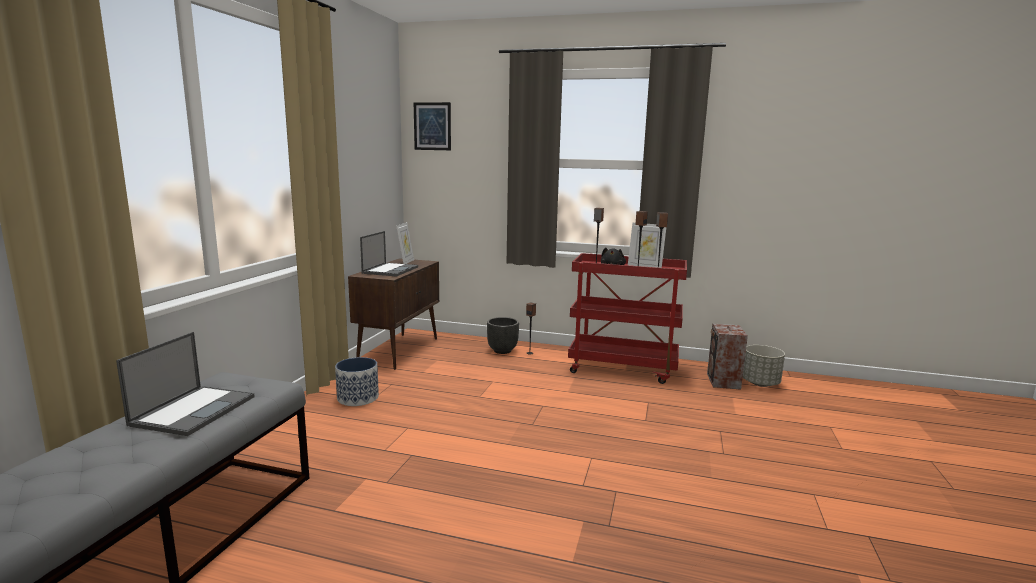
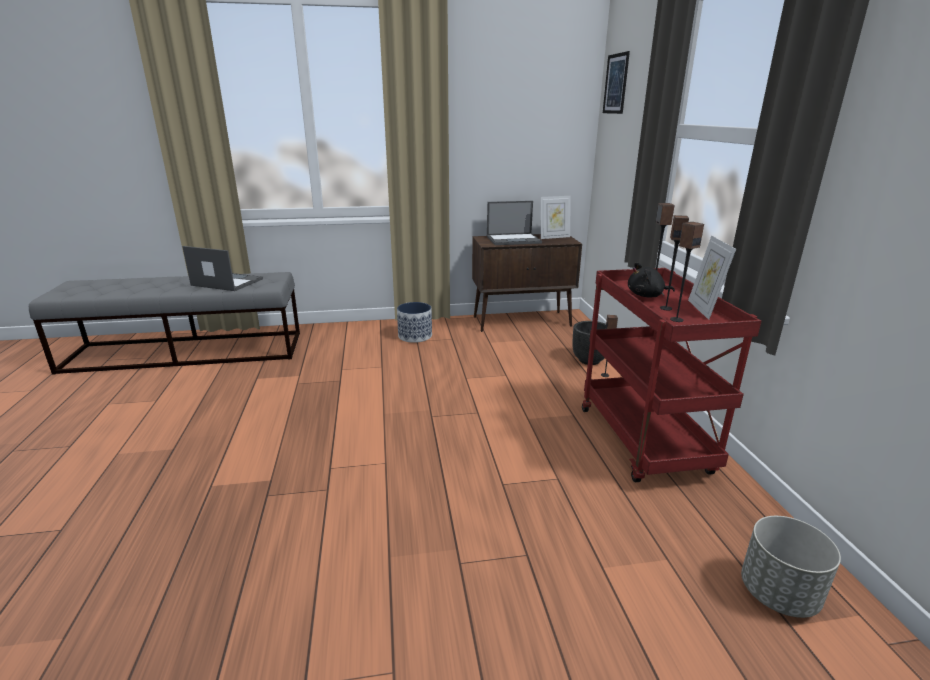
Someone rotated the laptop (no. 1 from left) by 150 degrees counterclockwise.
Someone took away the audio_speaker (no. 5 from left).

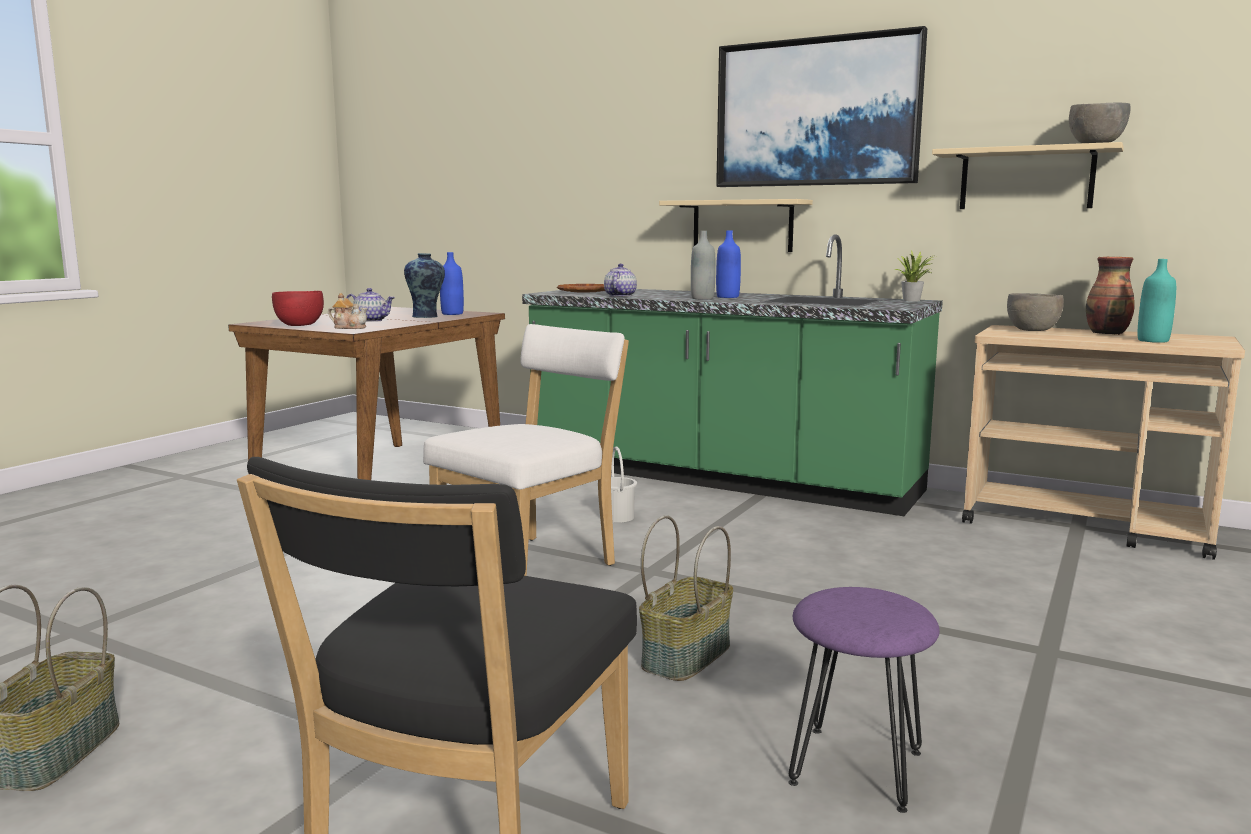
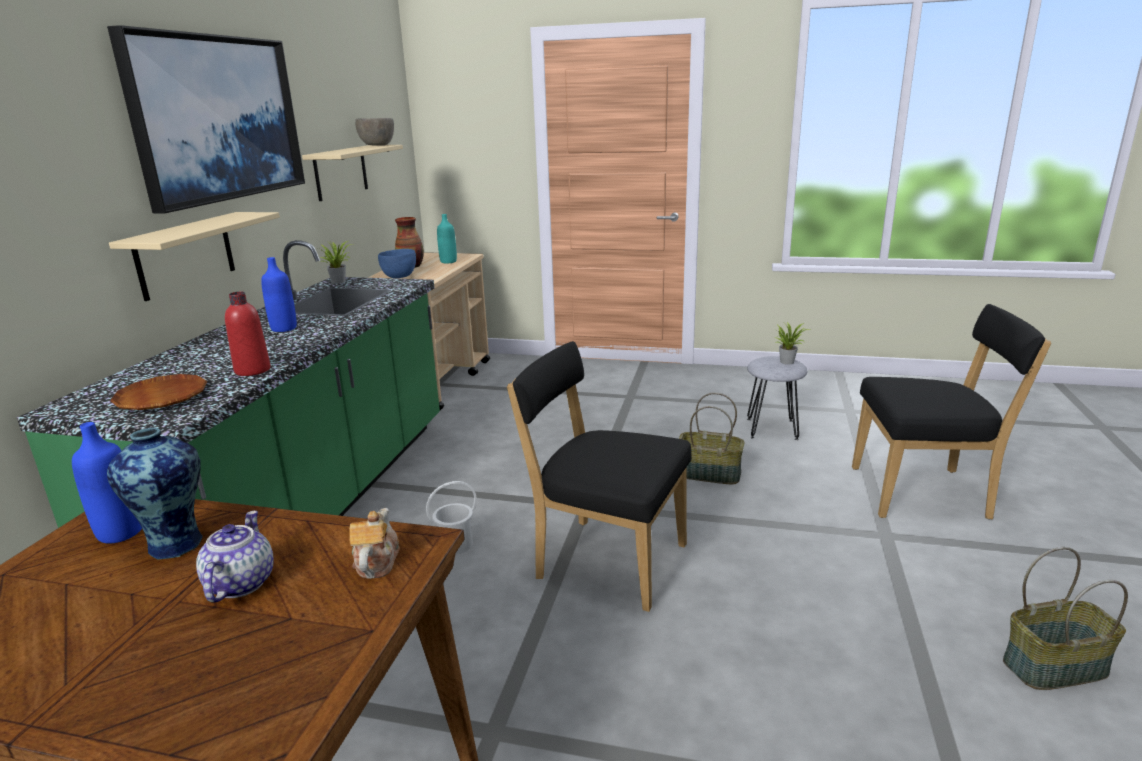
Someone swapped the tea_pot (no. 3 from left) for the red_beverage_bottle.
Someone repainted the greyish_bowl (no. 1 from left), which became the bluish_bowl.
Someone repainted the white-coloured_upright_chair, which became the blackish_upright_chair (no. 1 from left).
Someone repainted the purplish_sitting_stool, which became the greyish_sitting_stool.
Someone put down the plant_in_a_pot (no. 2 from left).
Someone took away the red_bowl.
Someone took away the greyish_beverage_bottle.

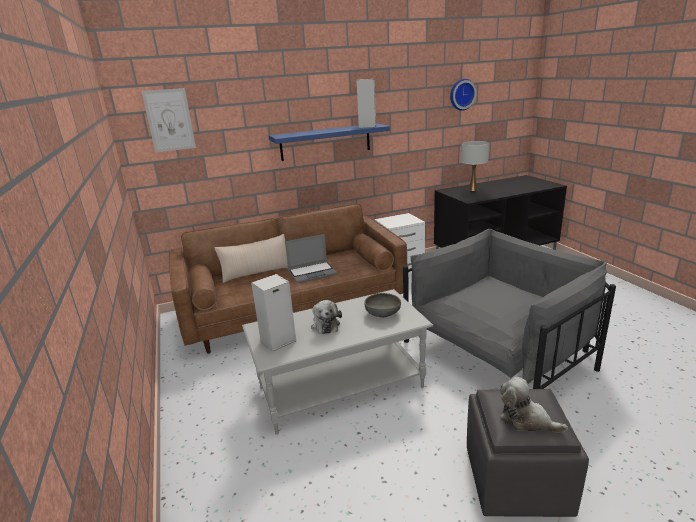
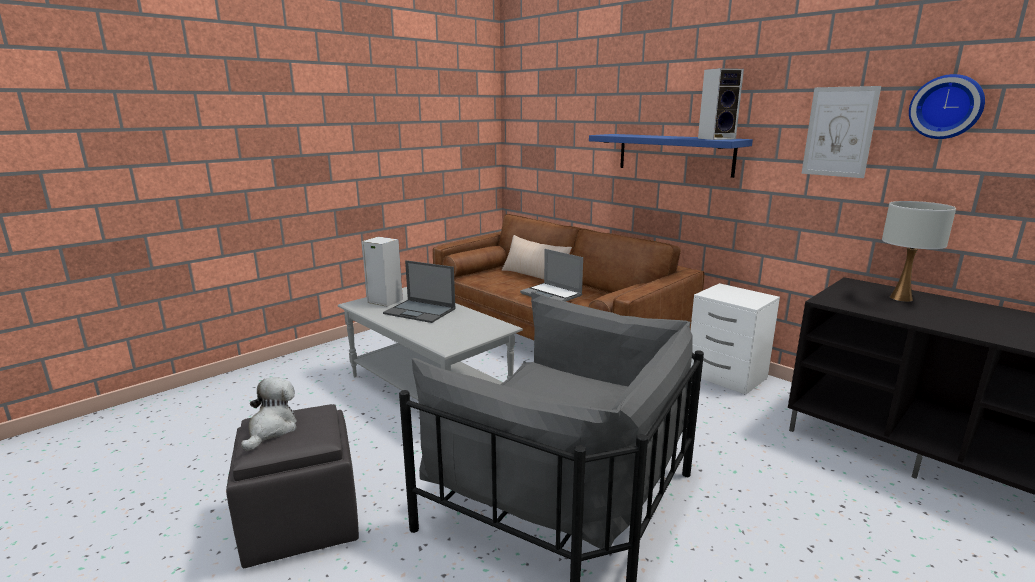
Someone swapped the soft_toy (no. 1 from left) for the laptop (no. 1 from left).
Someone carried the wall_art.
Someone took away the greyish_bowl.

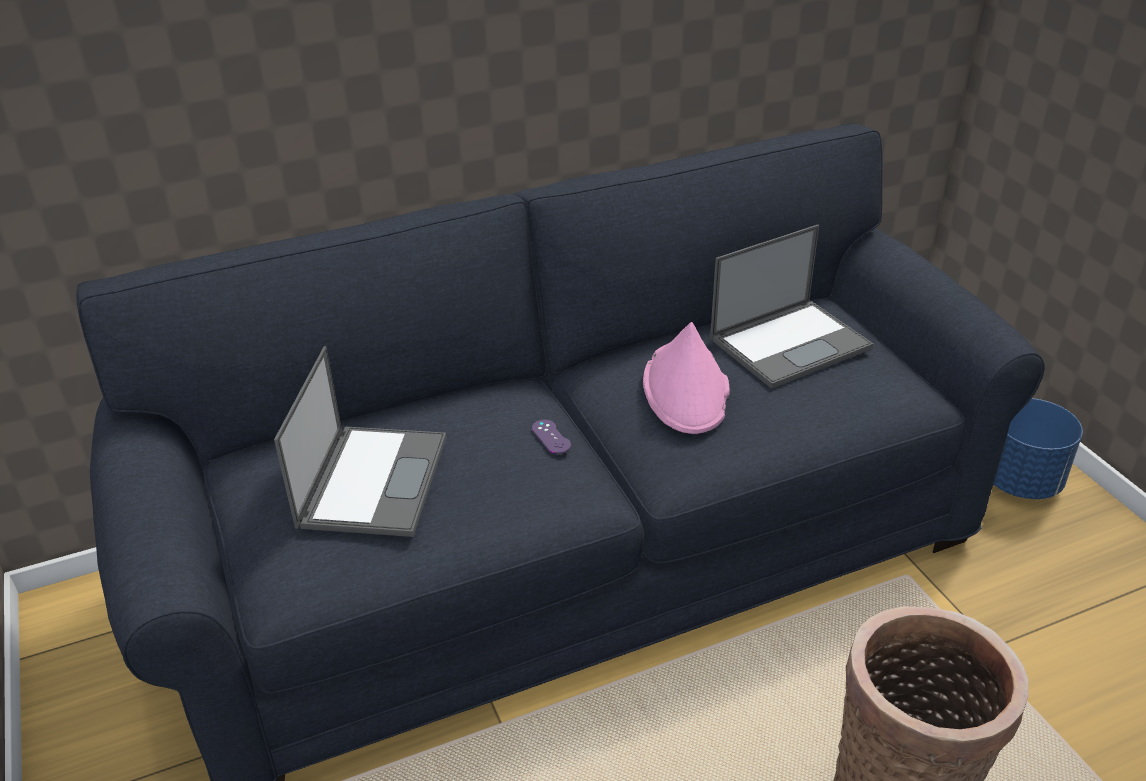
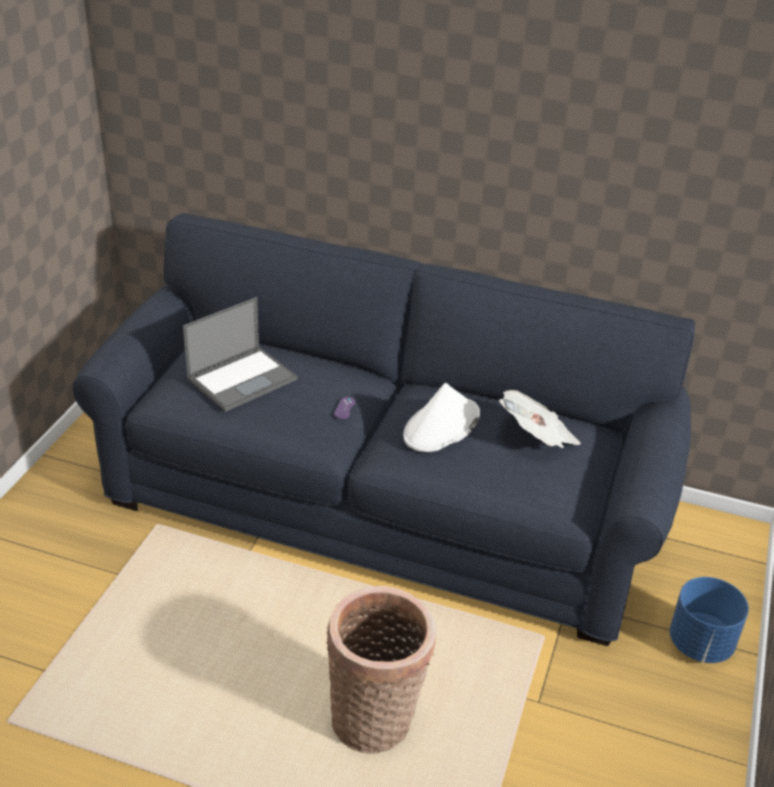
Someone repainted the pink_clothing_hat, which became the white-coloured_clothing_hat.
Someone swapped the laptop (no. 2 from left) for the newspaper.

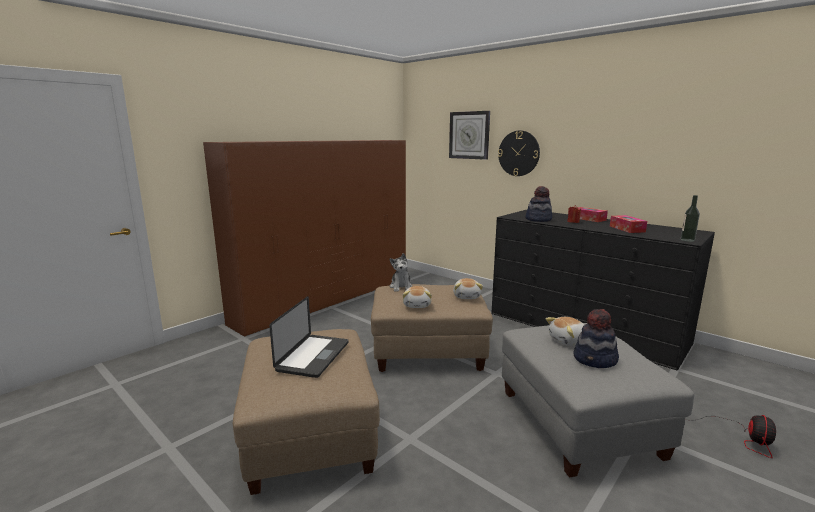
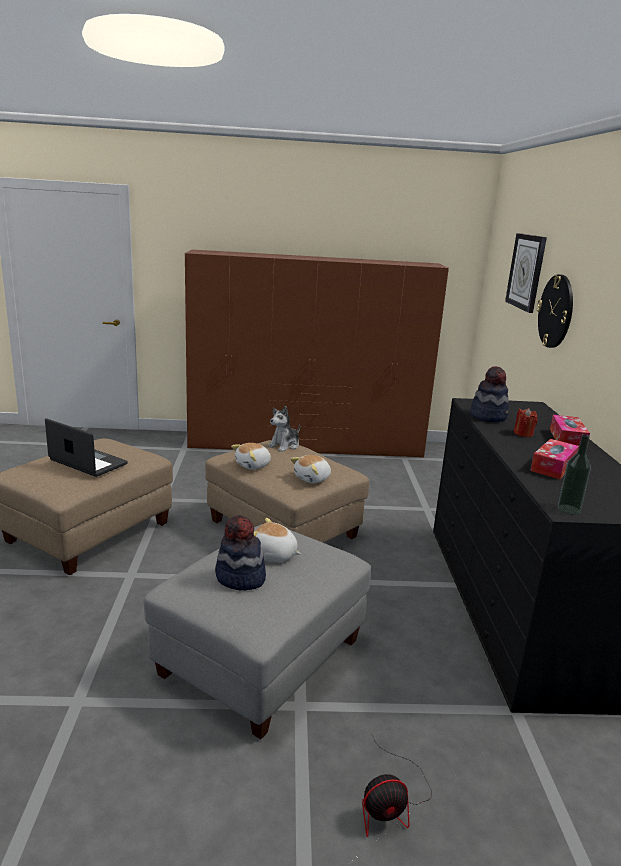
Someone rotated the laptop by 120 degrees counterclockwise.

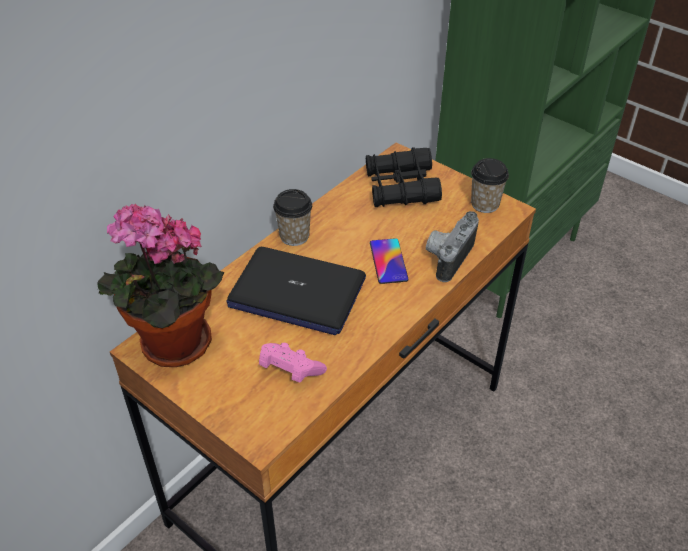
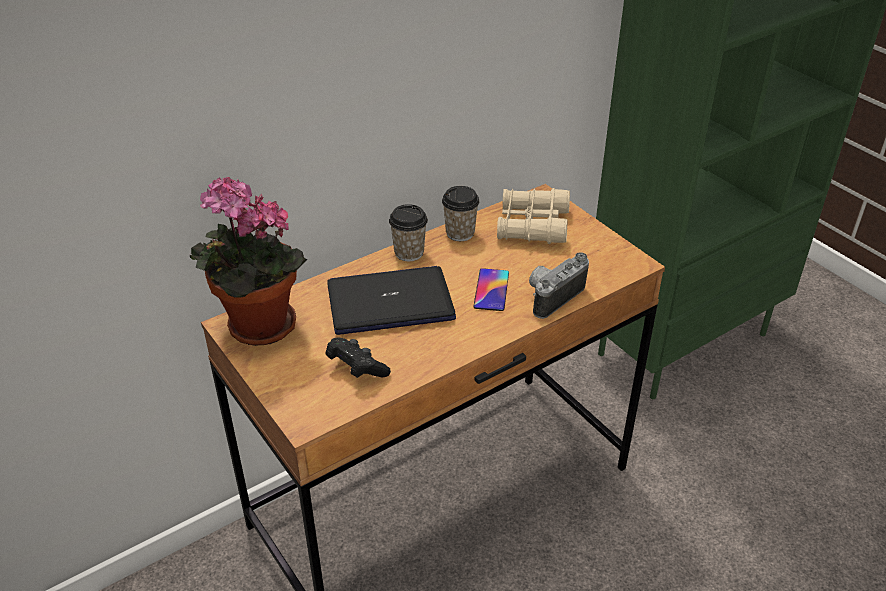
Someone repainted the pink_gamepad, which became the blackish_gamepad.
Someone rotated the laptop by 135 degrees clockwise.
Someone carried the small_cup (no. 2 from left).
Someone repainted the blackish_binoculars, which became the sand-coloured_binoculars.

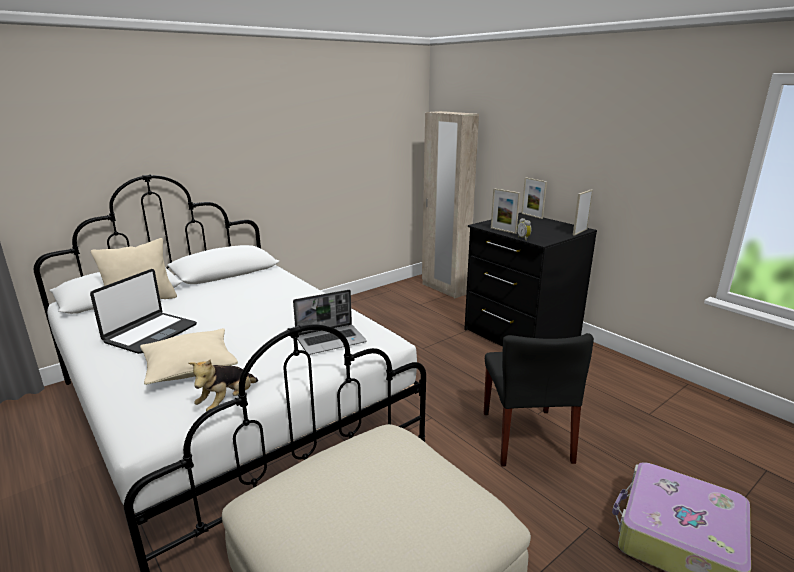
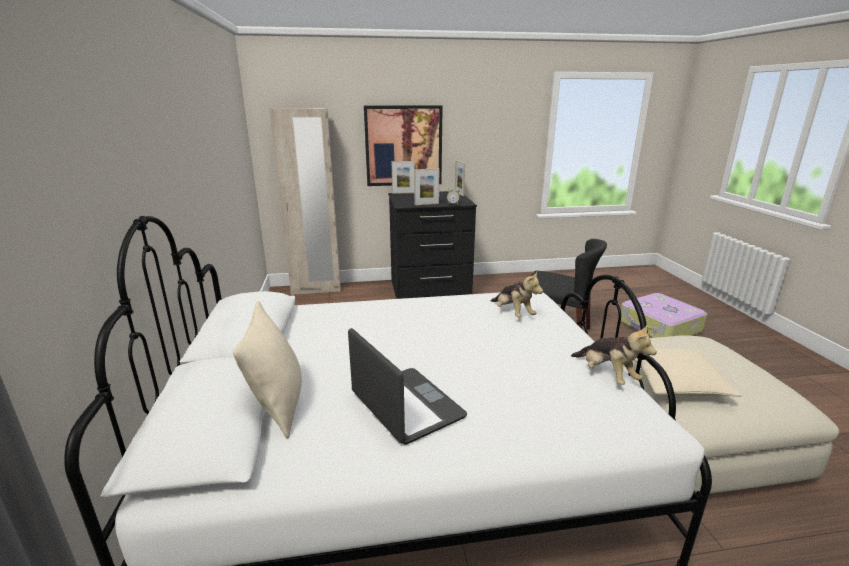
Someone put up the wall_art.
Someone swapped the laptop (no. 2 from left) for the soft_toy (no. 1 from left).
Someone carried the sand-coloured_throw_pillow (no. 2 from left).

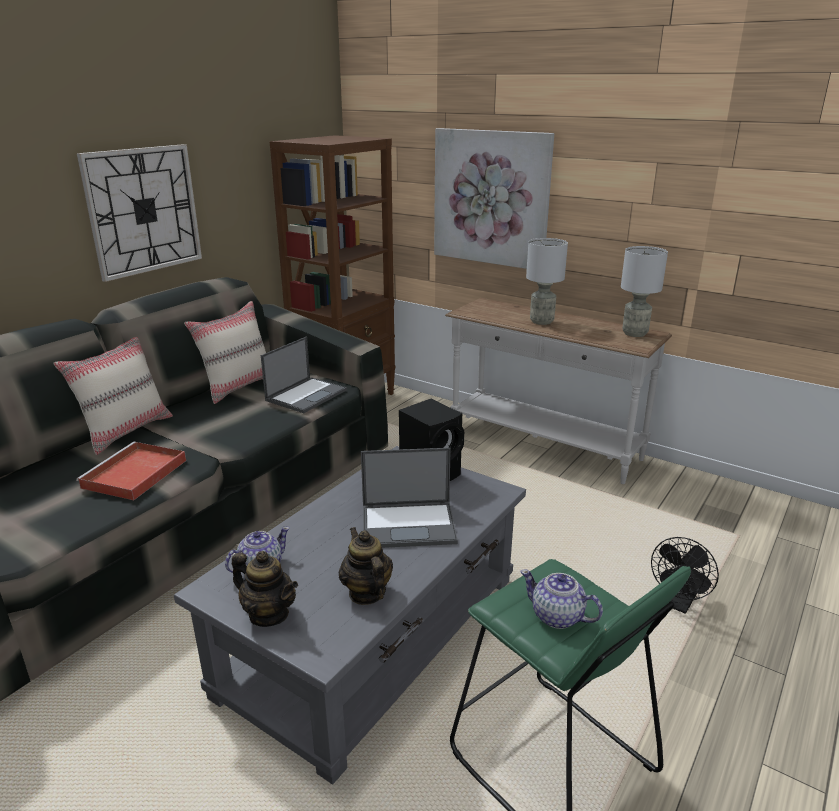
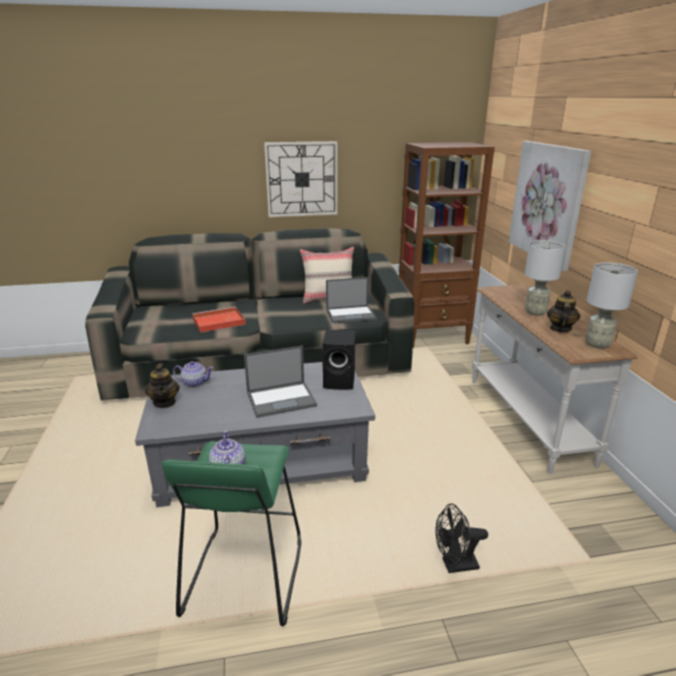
Someone rotated the laptop (no. 2 from left in the first image) by 60 degrees counterclockwise.
Someone carried the tea_pot (no. 3 from left in the first image).
Someone took away the sand-coloured_throw_pillow (no. 1 from left).

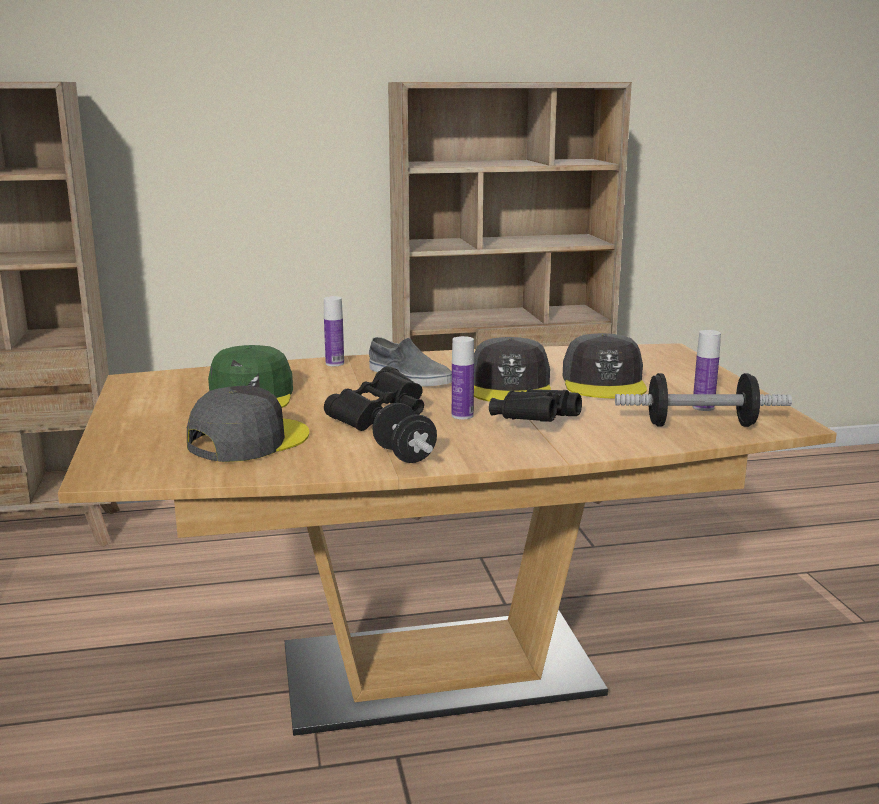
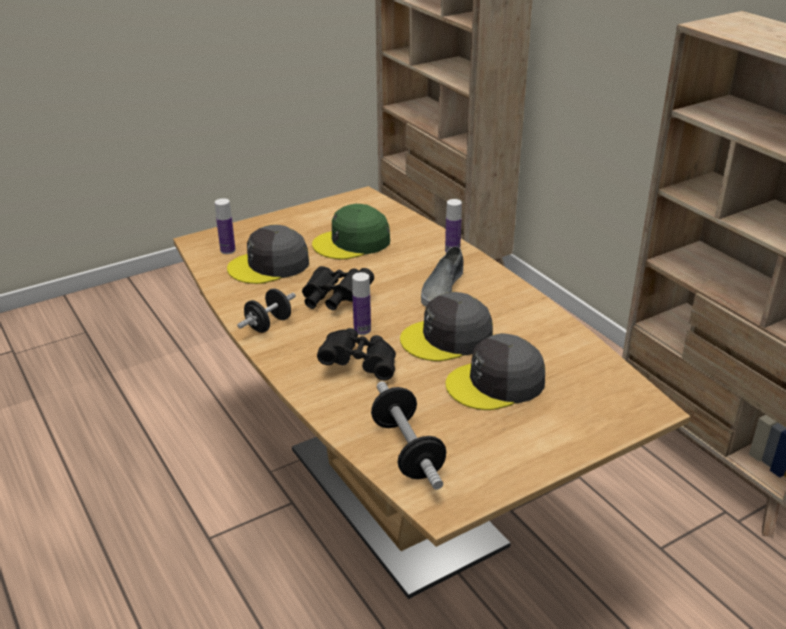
Someone carried the beverage_bottle (no. 3 from left in the first image).
Someone rotated the greyish_baseball_cap (no. 1 from left) by 135 degrees clockwise.

